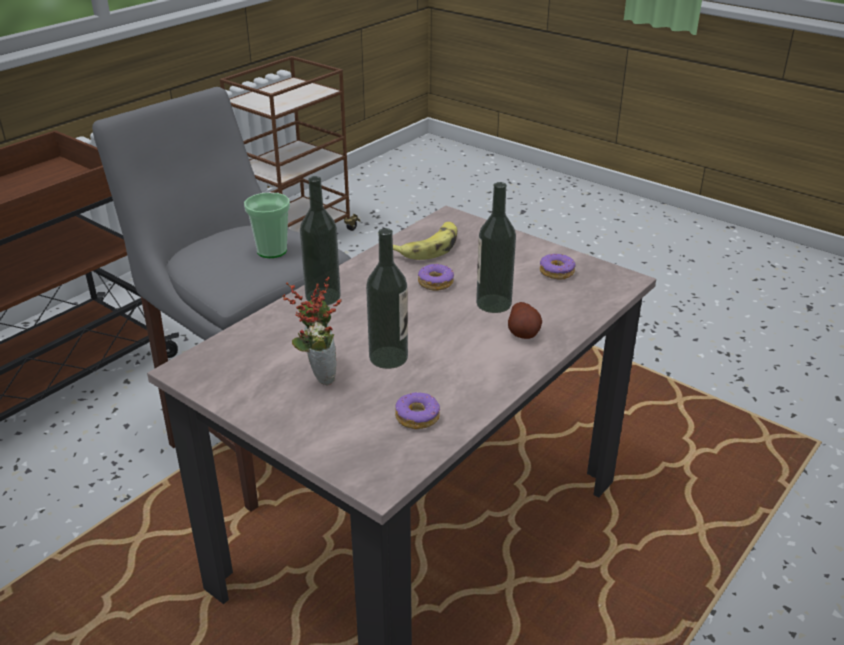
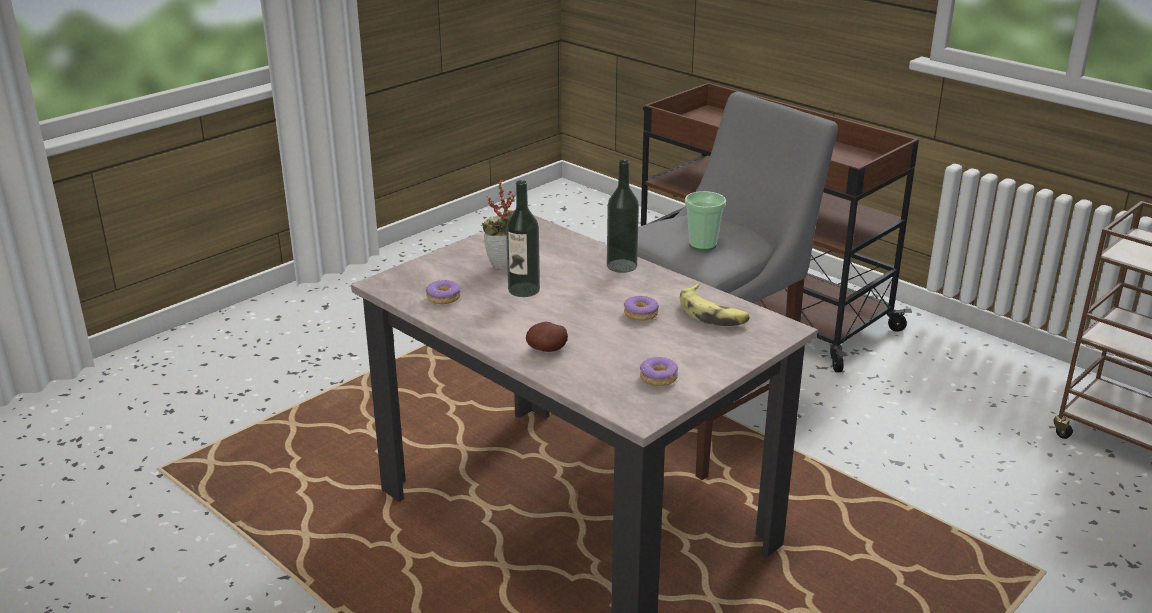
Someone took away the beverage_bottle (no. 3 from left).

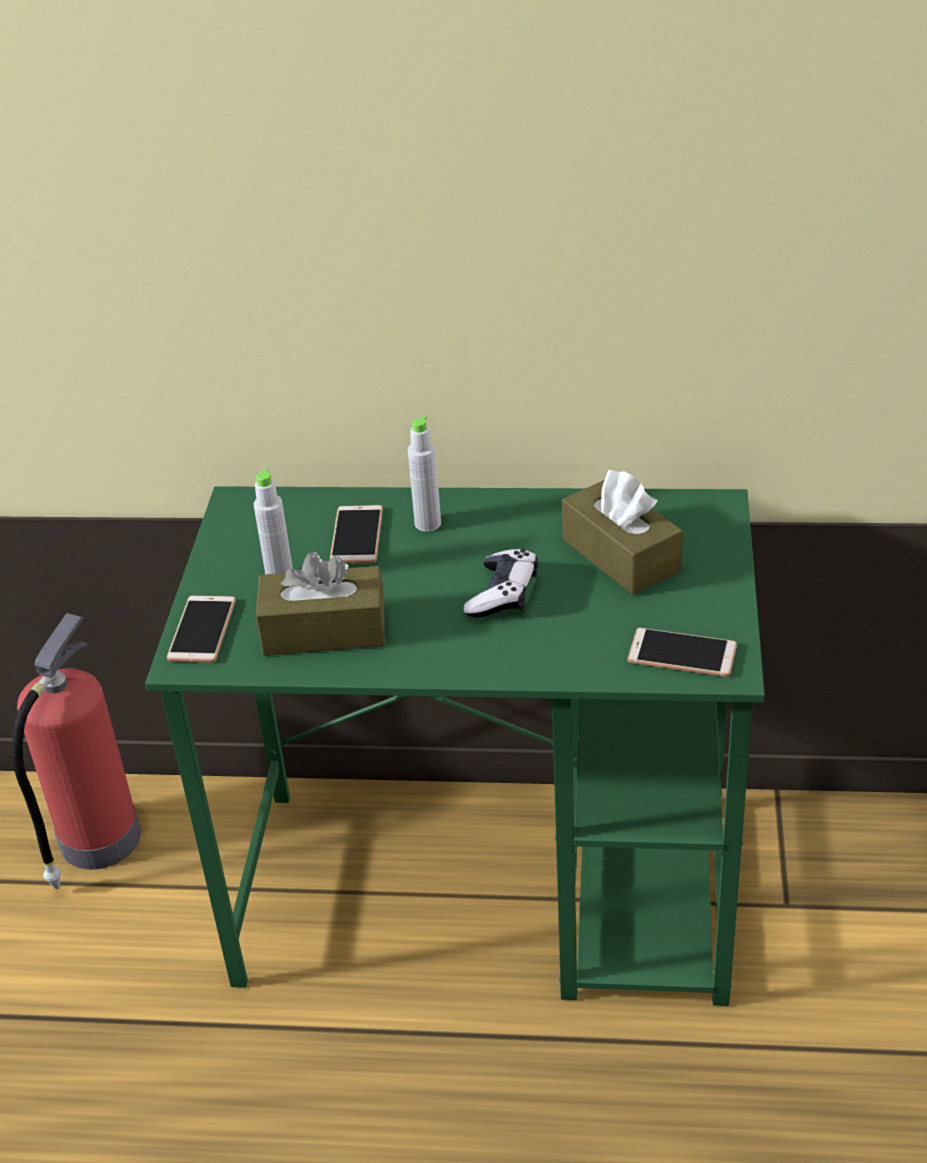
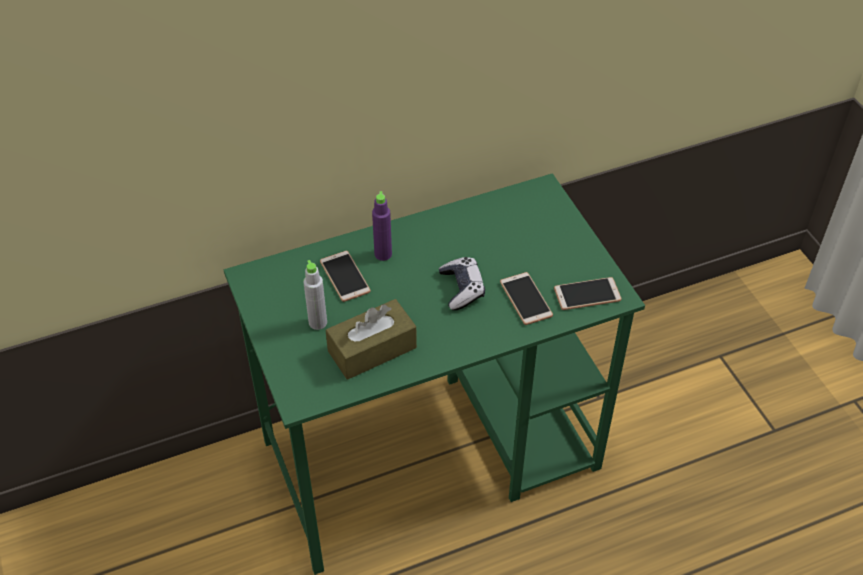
Someone repainted the greyish_beverage_bottle (no. 2 from left), which became the purplish_beverage_bottle.
Someone carried the phone (no. 1 from left in the first image).
Someone took away the extinguisher.
Someone took away the brownish_box_of_tissues (no. 2 from left).

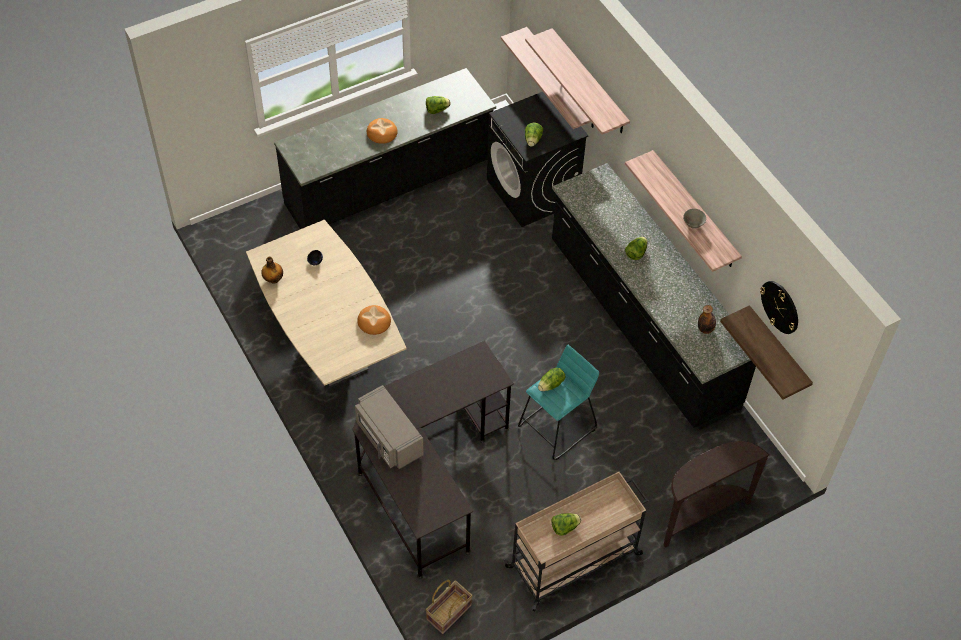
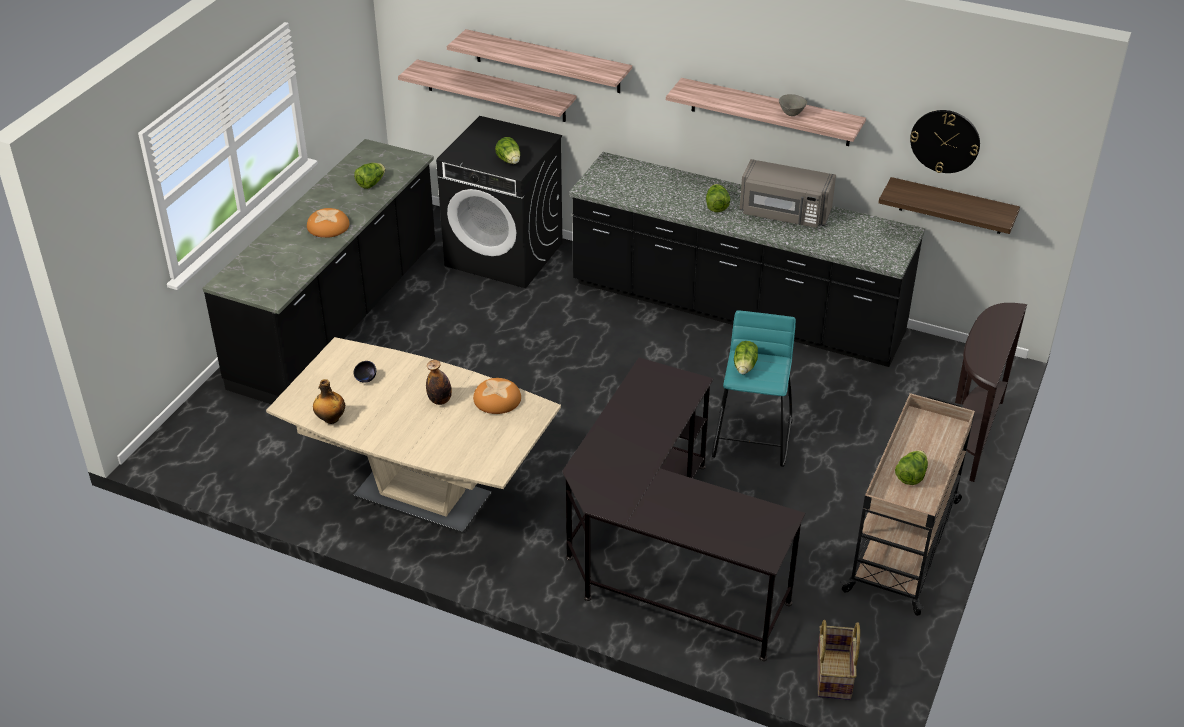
Someone carried the beverage_bottle (no. 2 from left).
Someone carried the greyish_microwave.

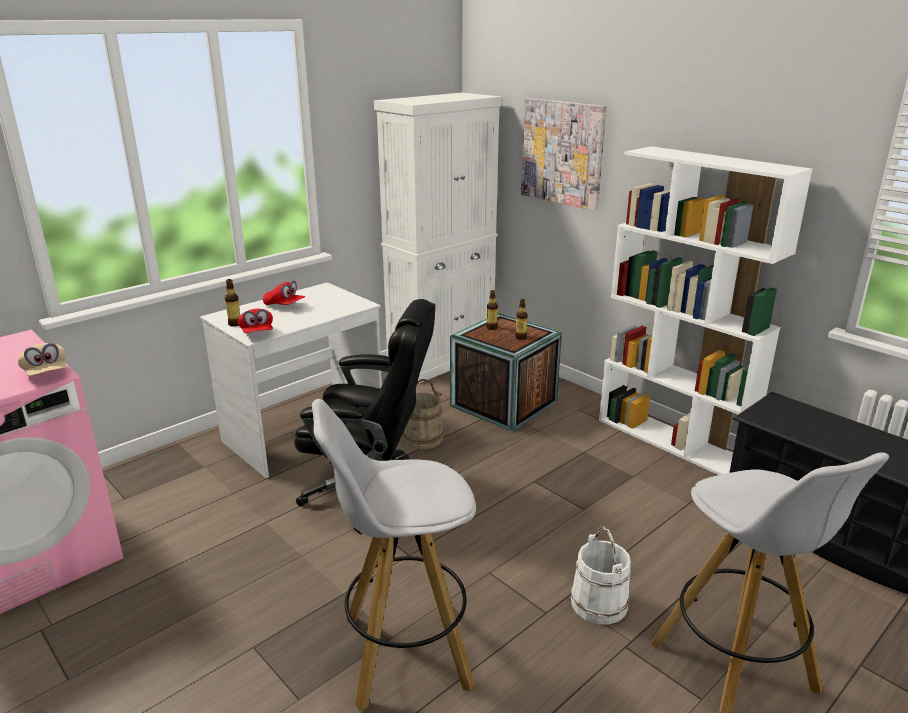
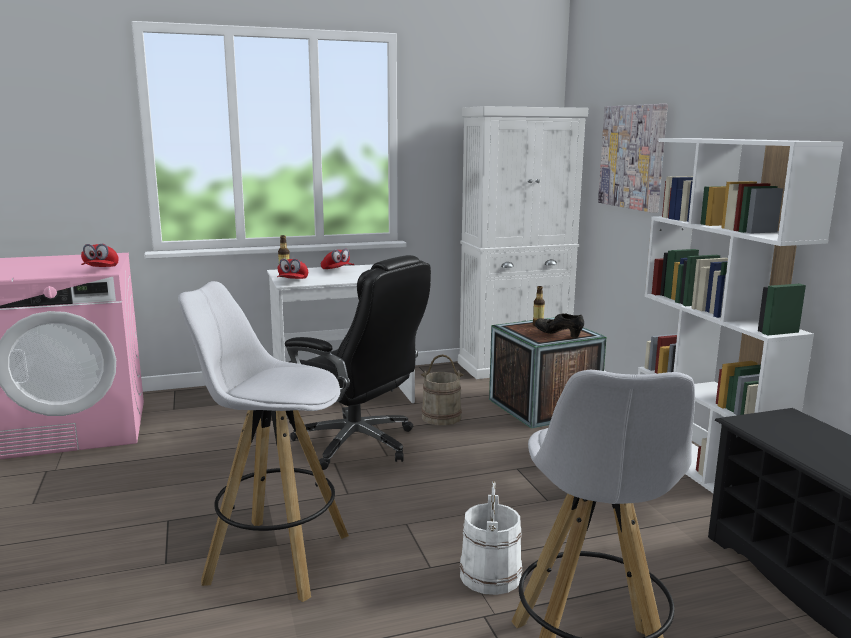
Someone repainted the sand-coloured_baseball_cap, which became the red_baseball_cap (no. 1 from left).
Someone swapped the beverage_bottle (no. 3 from left) for the blackish_item_of_footwear.

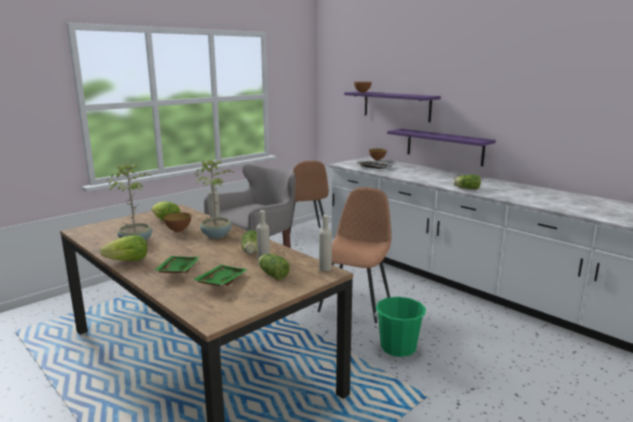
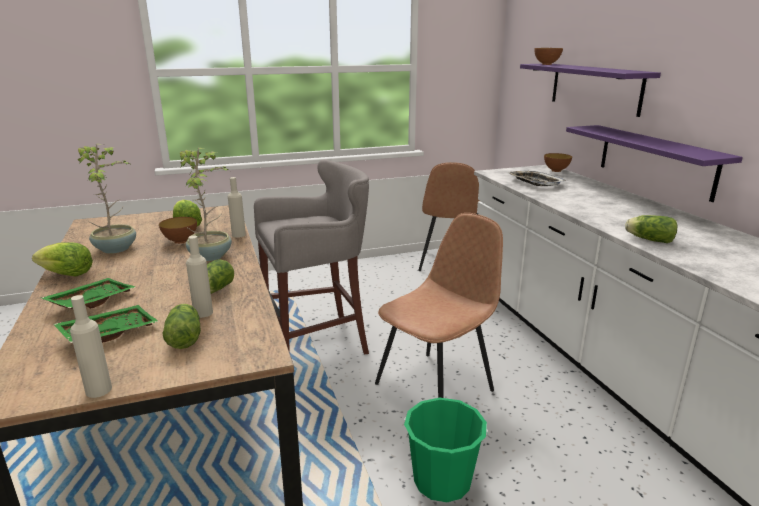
Someone carried the sand-coloured_beverage_bottle (no. 3 from left in the first image).

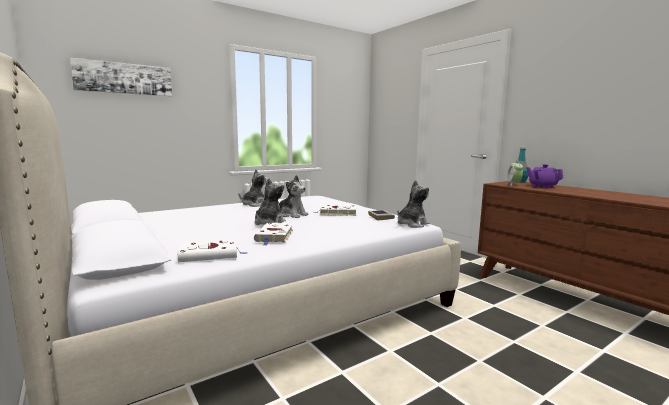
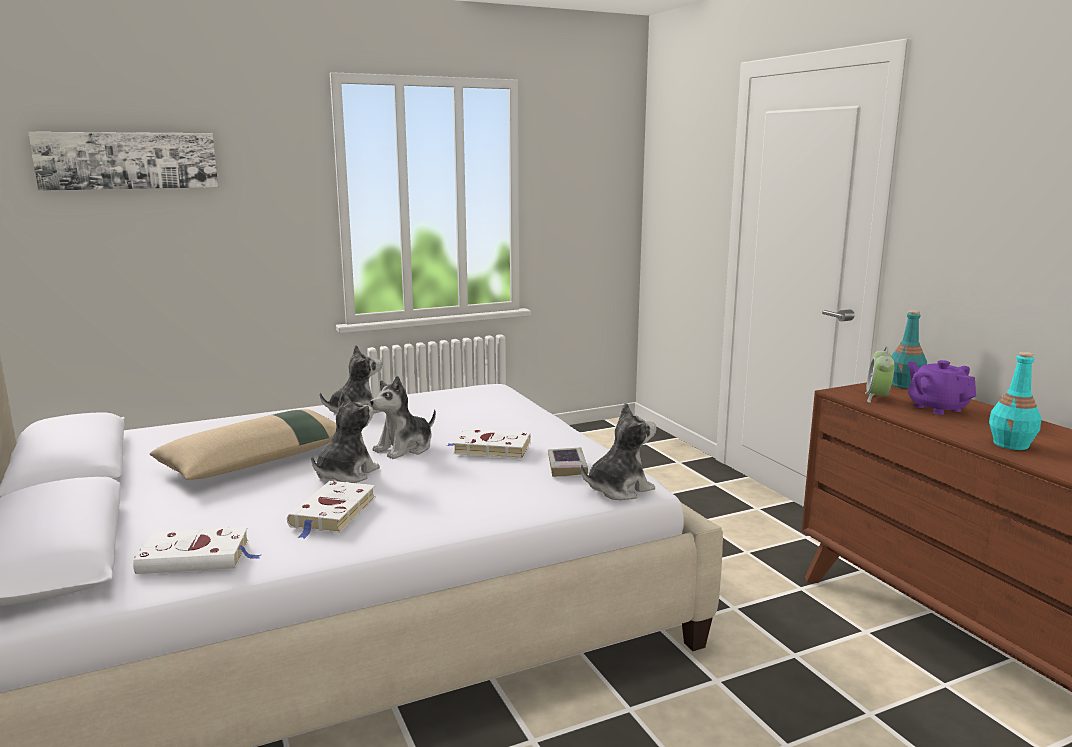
Someone put down the sand-coloured_throw_pillow.
Someone rotated the soft_toy (no. 3 from left) by 90 degrees clockwise.
Someone put down the turquoise-coloured_beverage_bottle (no. 2 from left).

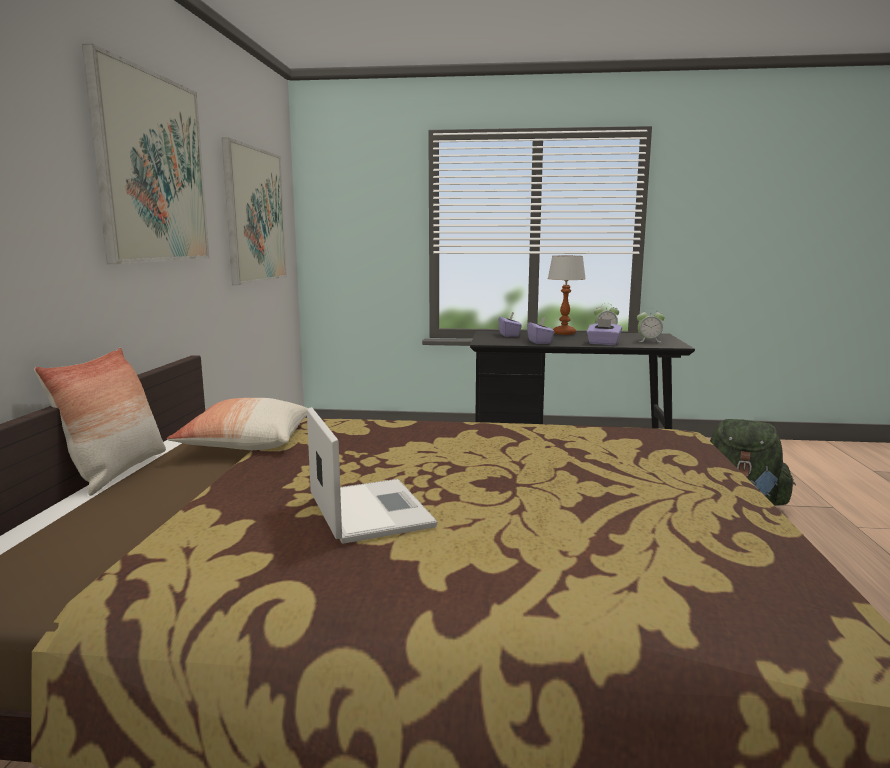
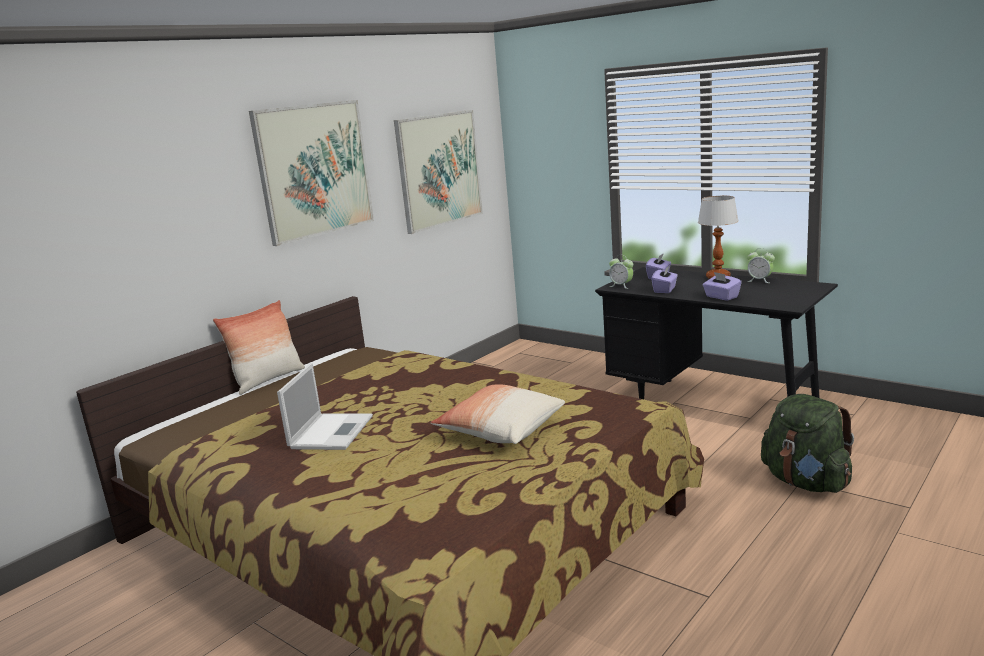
Someone carried the throw_pillow (no. 2 from left).
Someone carried the alarm_clock (no. 2 from left in the first image).

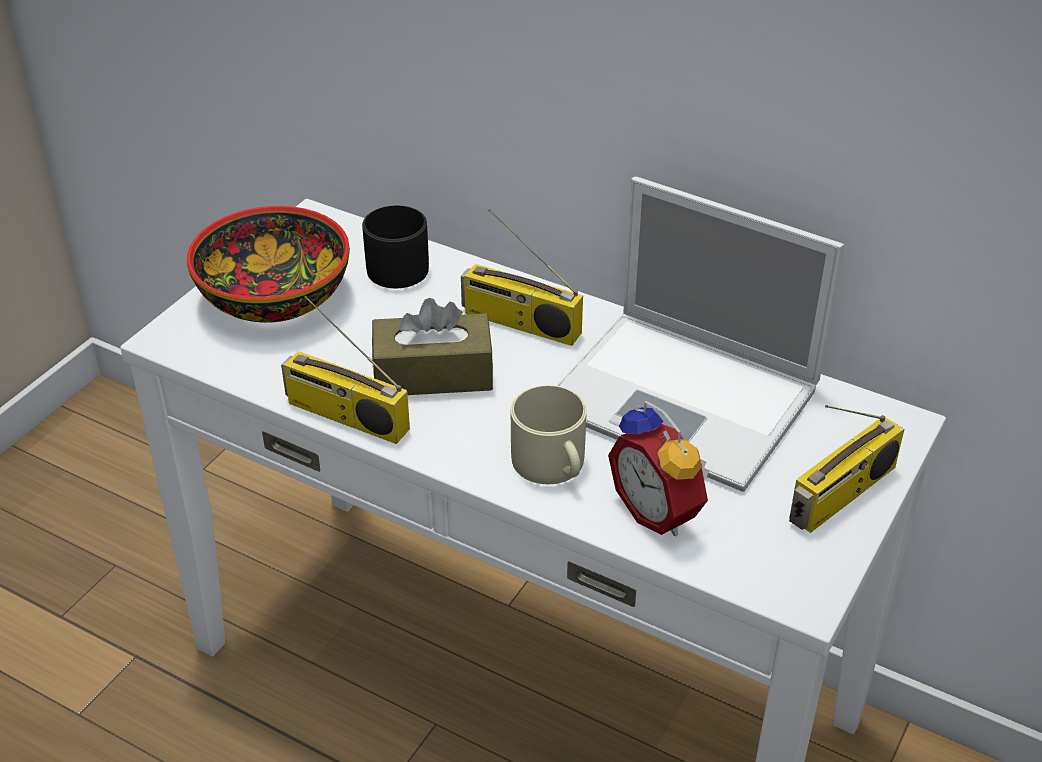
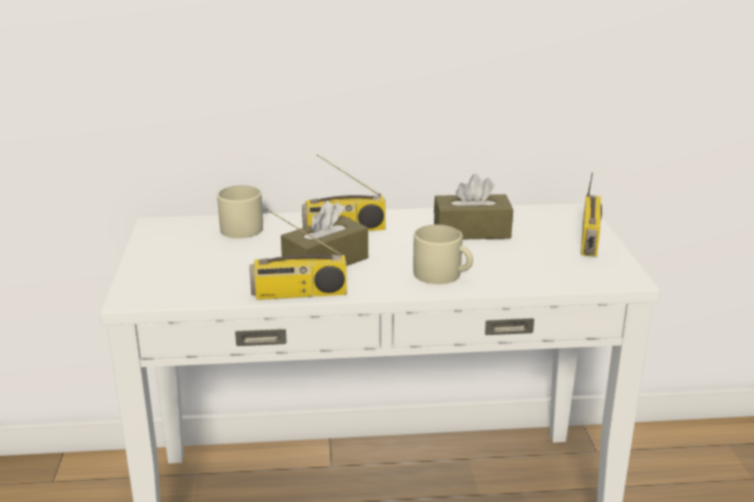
Someone repainted the blackish_tea_mug, which became the sand-coloured_tea_mug (no. 1 from left).
Someone swapped the laptop for the brownish_box_of_tissues (no. 2 from left).
Someone took away the bowl.
Someone took away the alarm_clock.

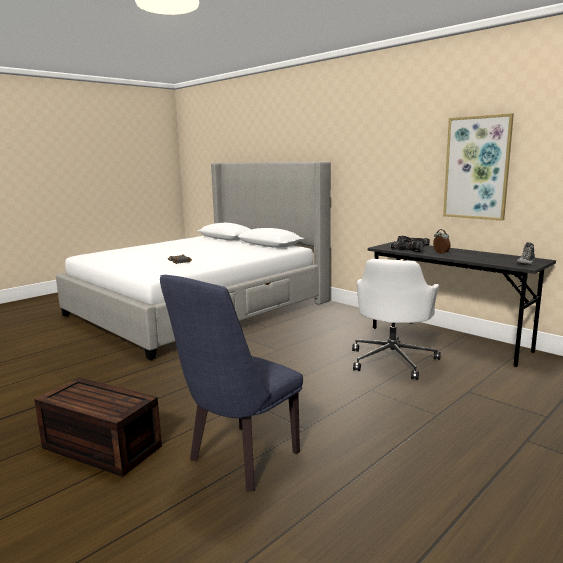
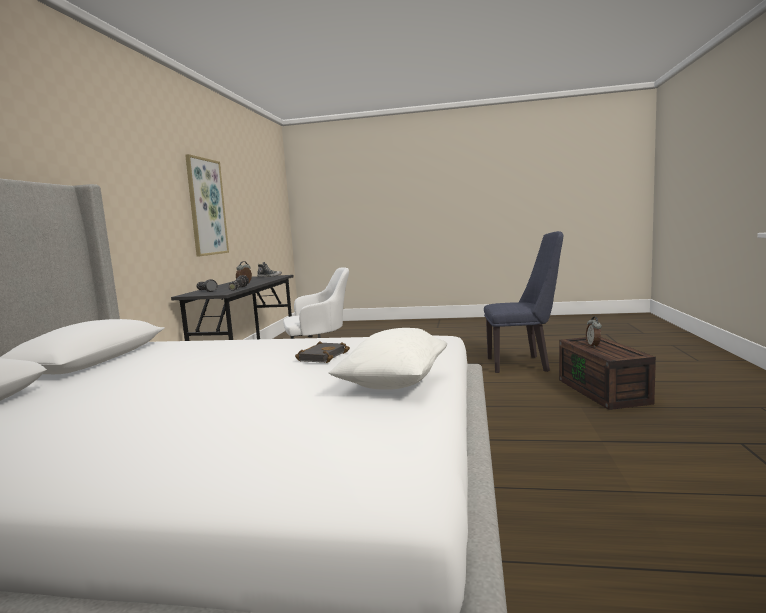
Someone put down the white-coloured_throw_pillow.
Someone put down the alarm_clock (no. 2 from left).

